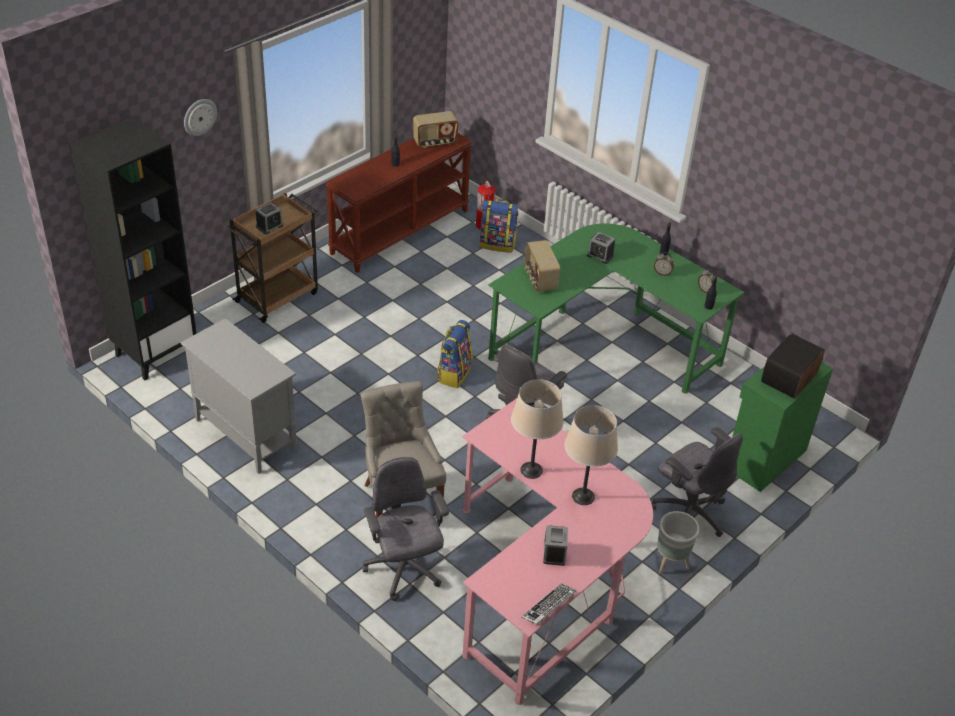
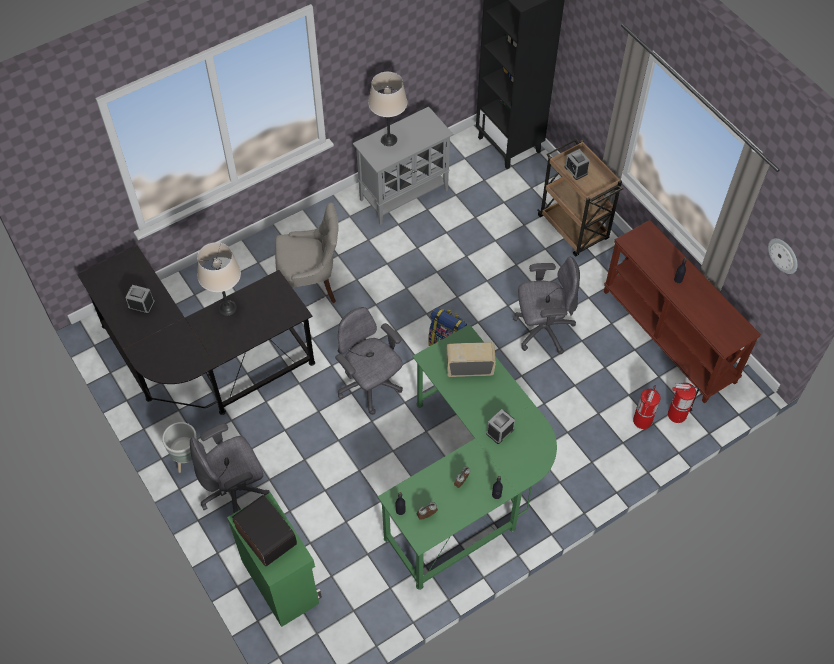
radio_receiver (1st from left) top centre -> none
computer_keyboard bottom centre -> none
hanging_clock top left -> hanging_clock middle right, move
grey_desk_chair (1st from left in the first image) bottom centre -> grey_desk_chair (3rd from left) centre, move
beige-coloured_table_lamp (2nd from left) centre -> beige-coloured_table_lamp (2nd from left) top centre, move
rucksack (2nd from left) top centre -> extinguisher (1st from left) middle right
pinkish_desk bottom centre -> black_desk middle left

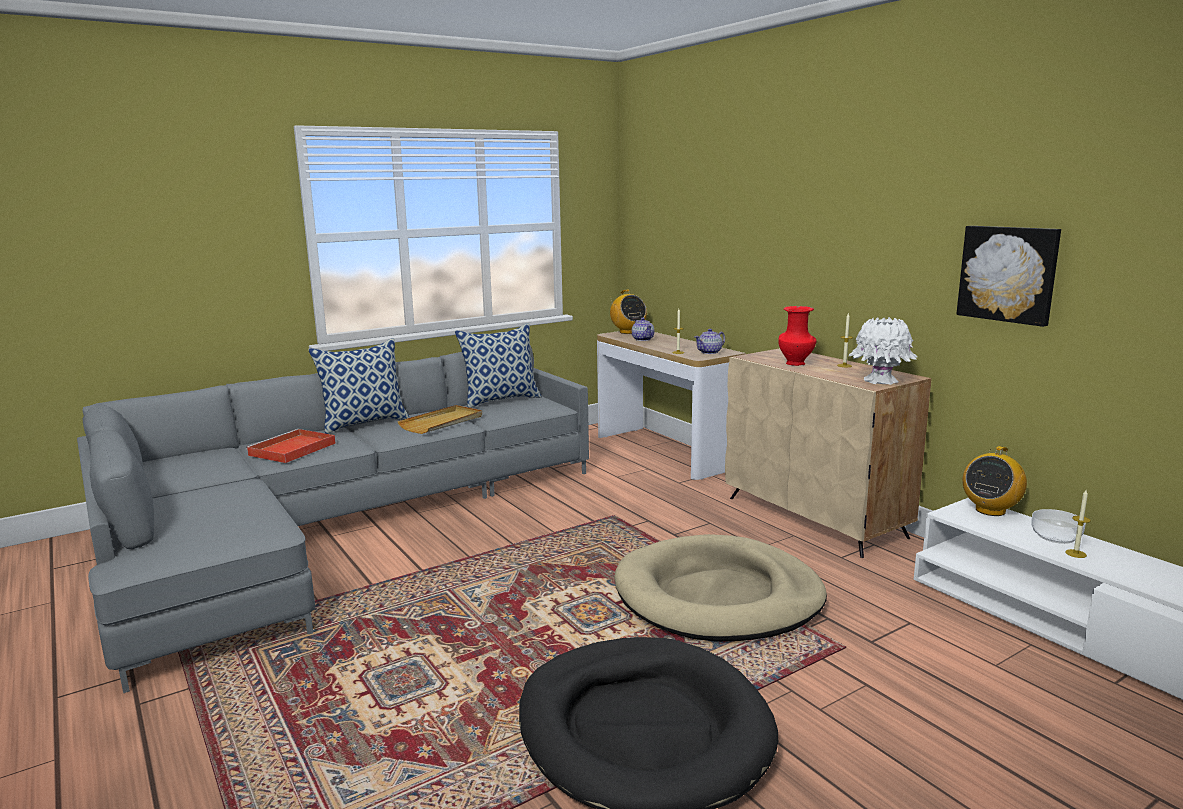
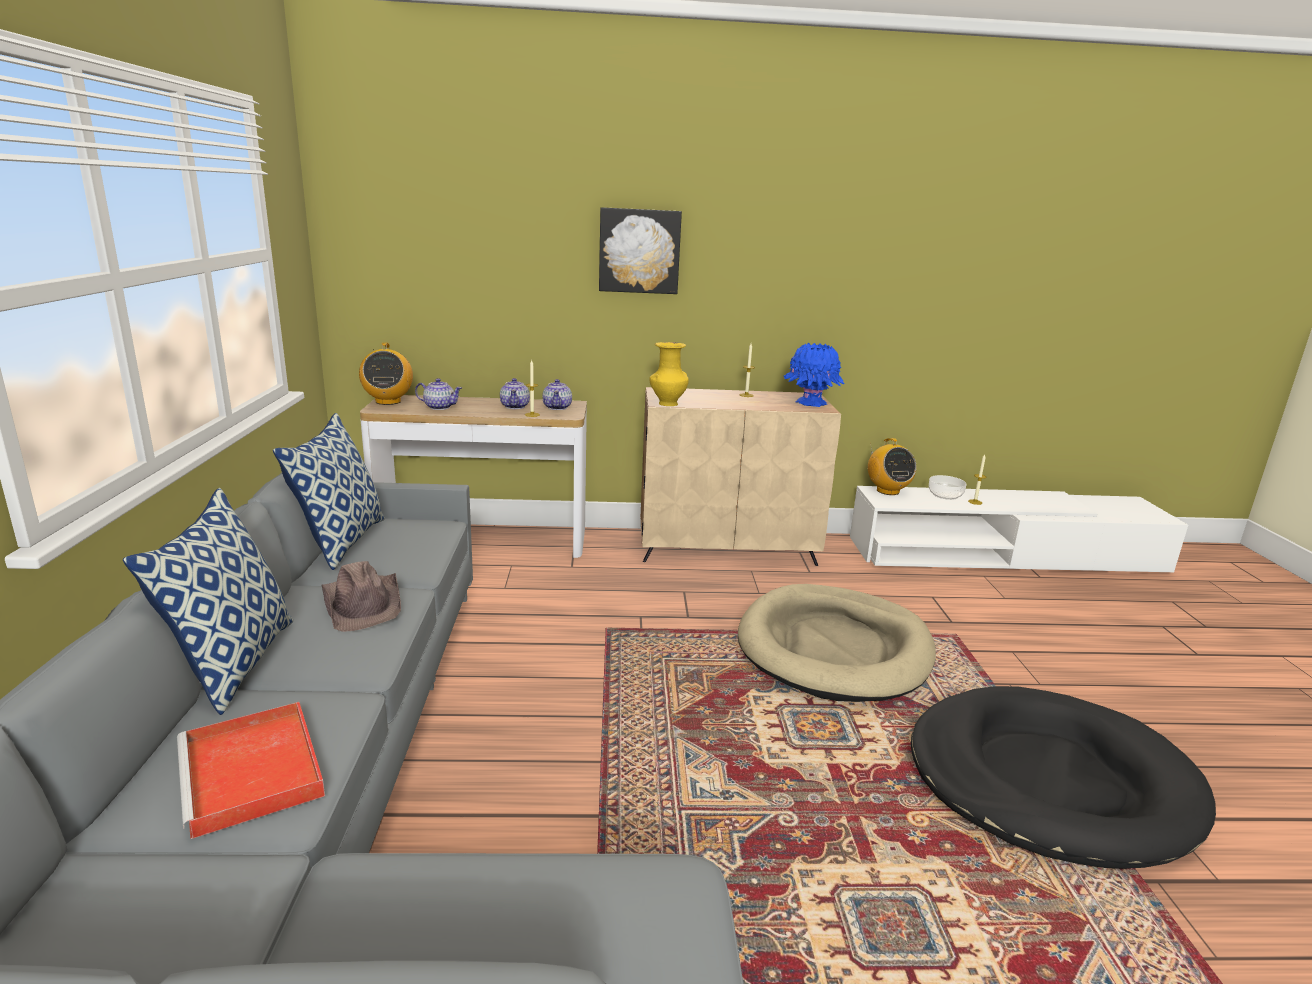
red_flower_vase middle right -> none
none -> pot_for_tea (2nd from left) centre
none -> yellow-coloured_flower_vase centre
wall_picture middle right -> wall_picture top centre, move
beige-coloured_serving_tray centre -> brown_hat middle left
white_flower_vase middle right -> blue_flower_vase centre
radio_receiver (1st from left) centre -> radio_receiver (1st from left) middle left, 75 degrees clockwise

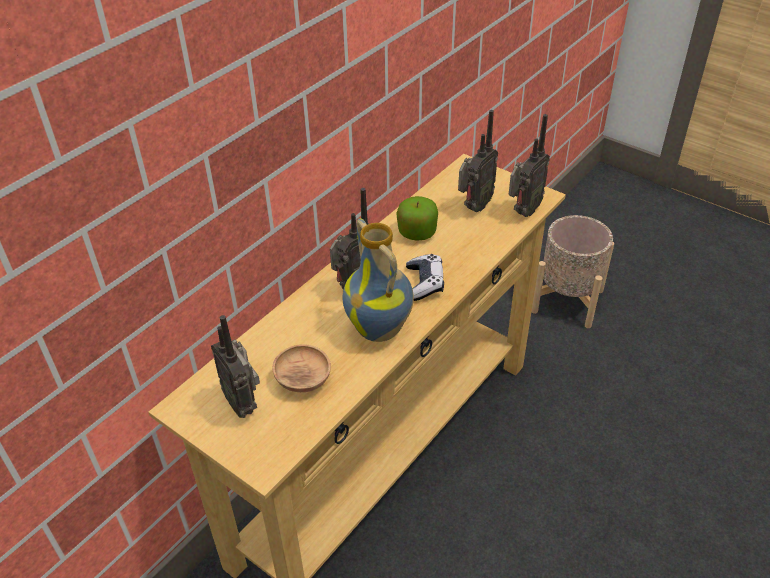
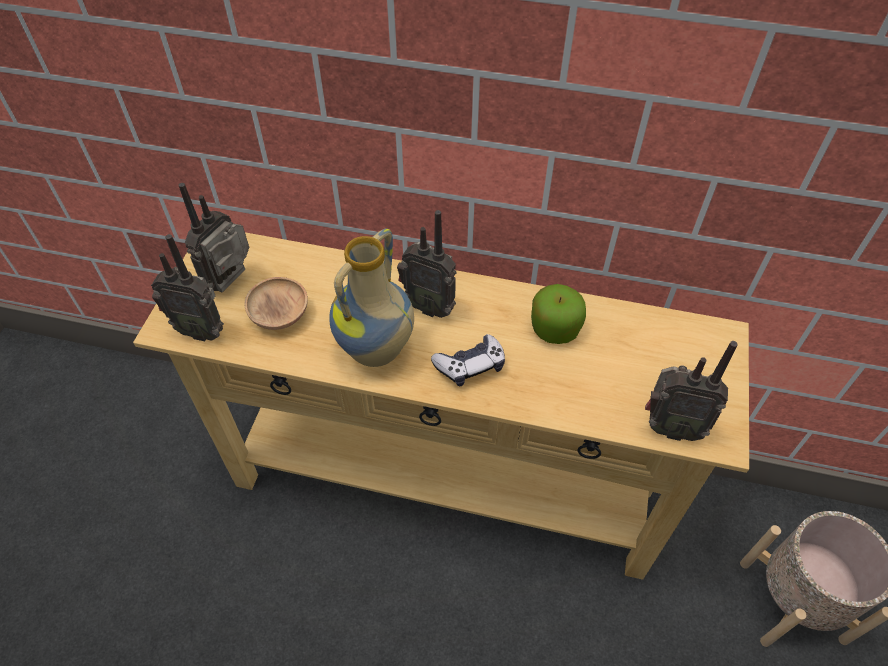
radio_receiver (3rd from left in the first image) top centre -> radio_receiver (1st from left) middle left, move

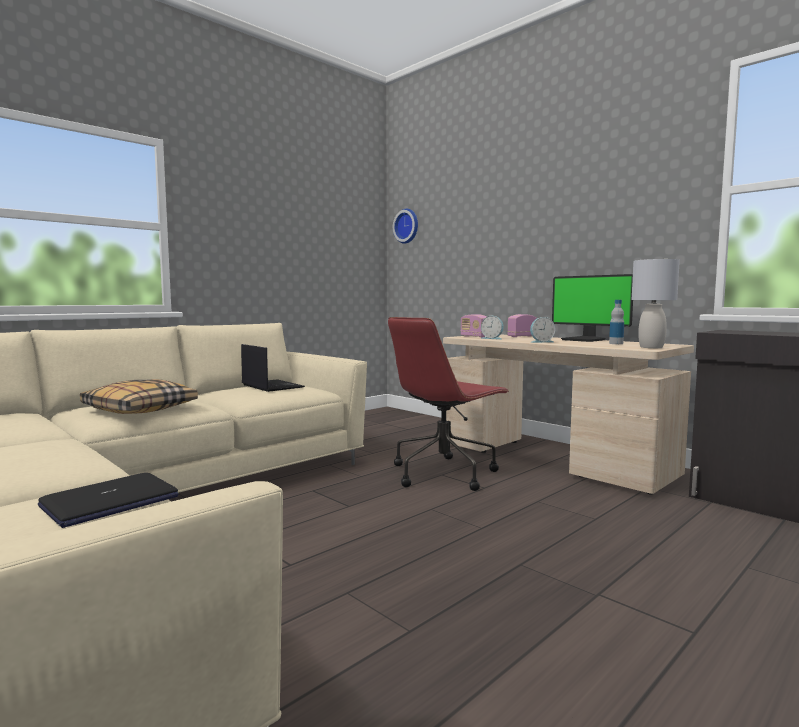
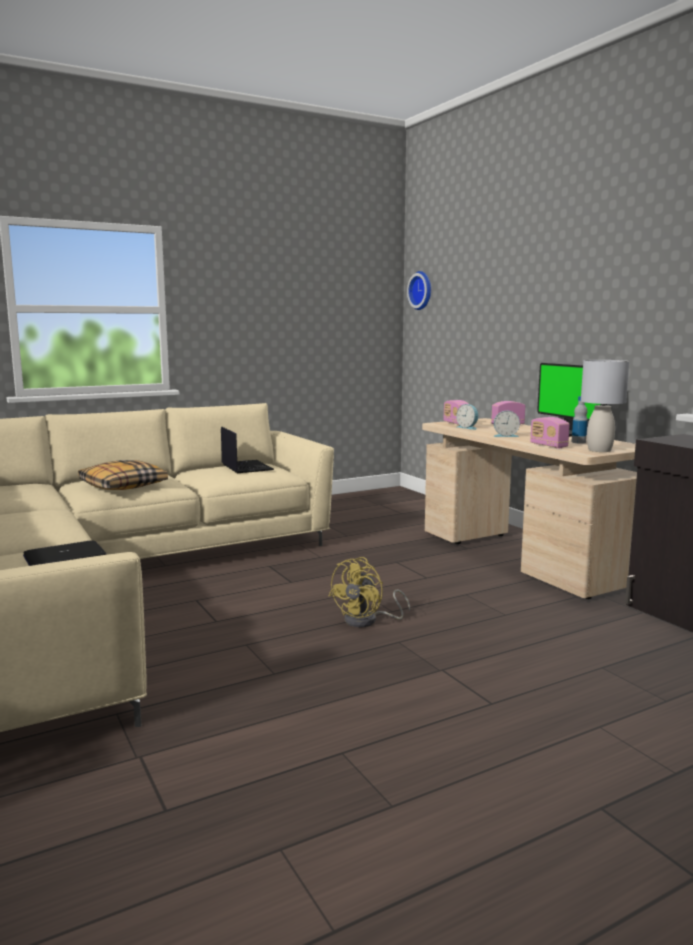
red_desk_chair centre -> none
none -> yellow-coloured_cooling_fan centre
none -> radio_receiver (3rd from left) middle right

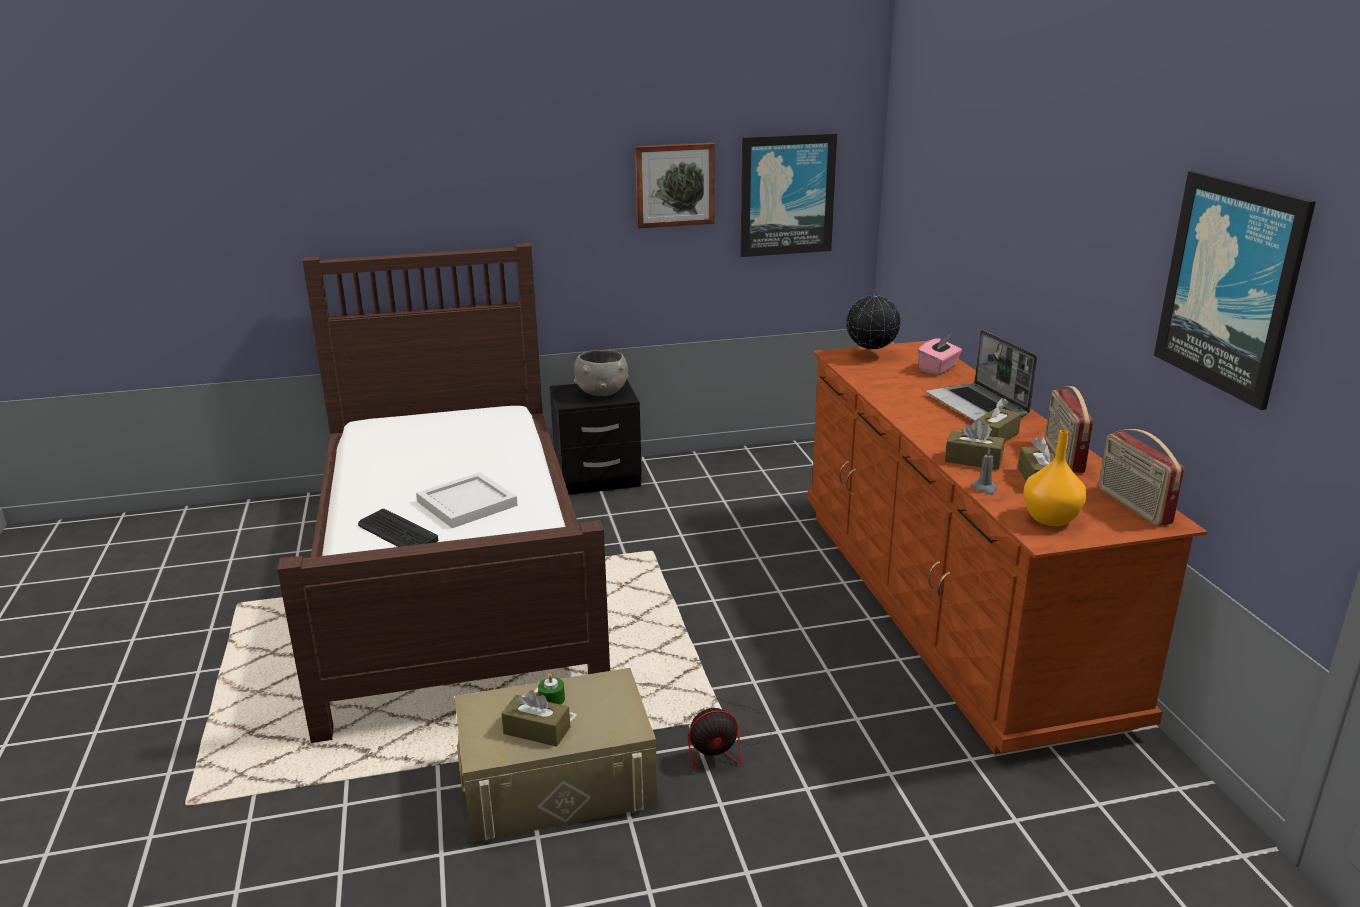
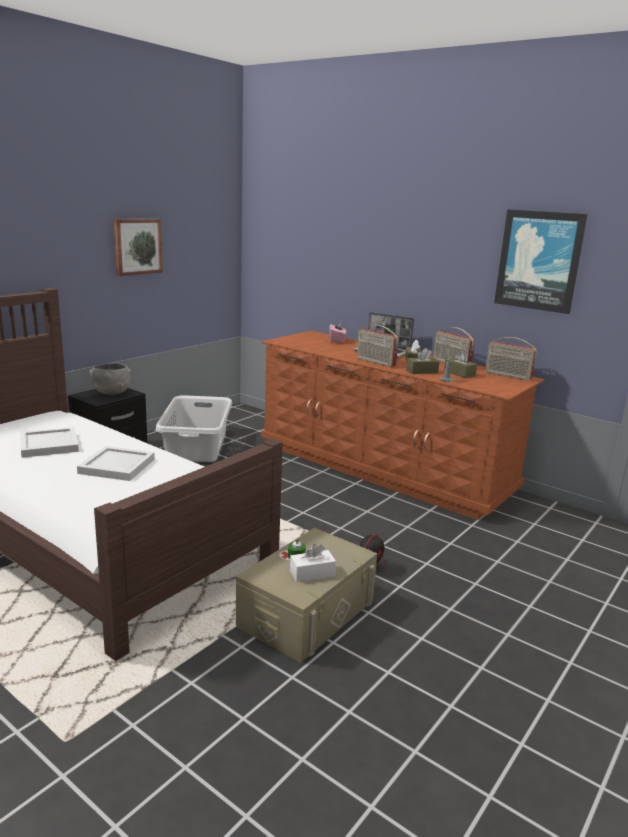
computer_keyboard middle left -> none
wall_picture (2nd from left) top centre -> none
globe centre -> none
orange_flower_vase middle right -> none
none -> white_serving_tray (1st from left) middle left
none -> grey_washing_basket middle left
none -> radio_receiver (1st from left) centre
brown_box_of_tissues (1st from left) bottom centre -> white_box_of_tissues bottom centre

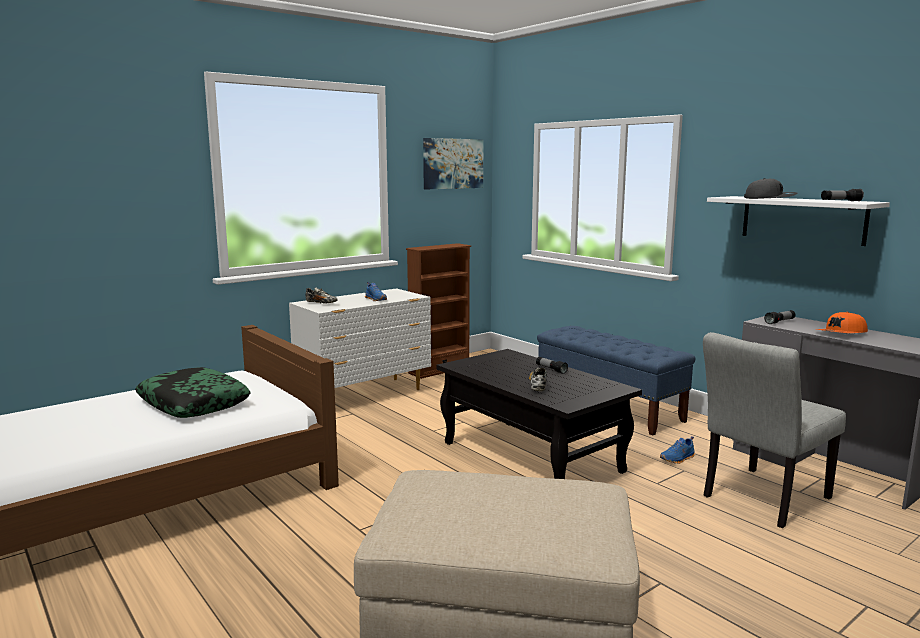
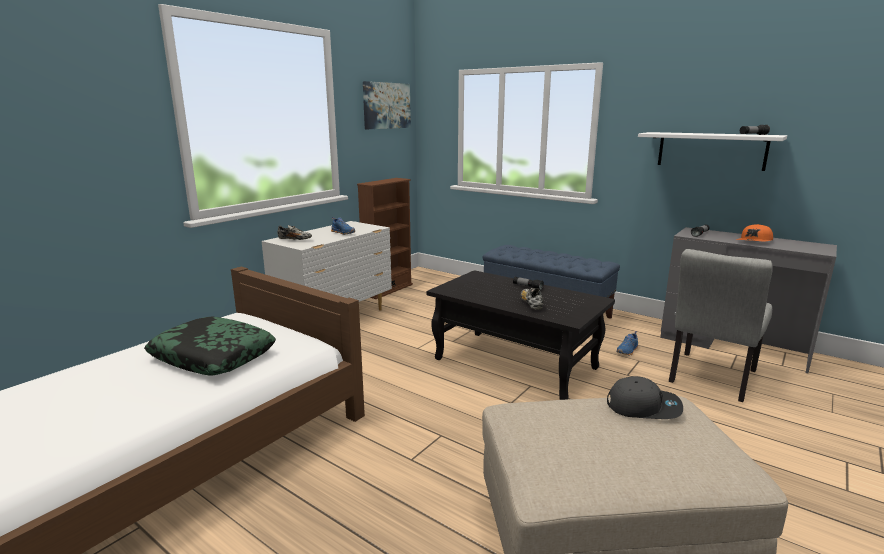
grey_cap top right -> grey_cap bottom right, move

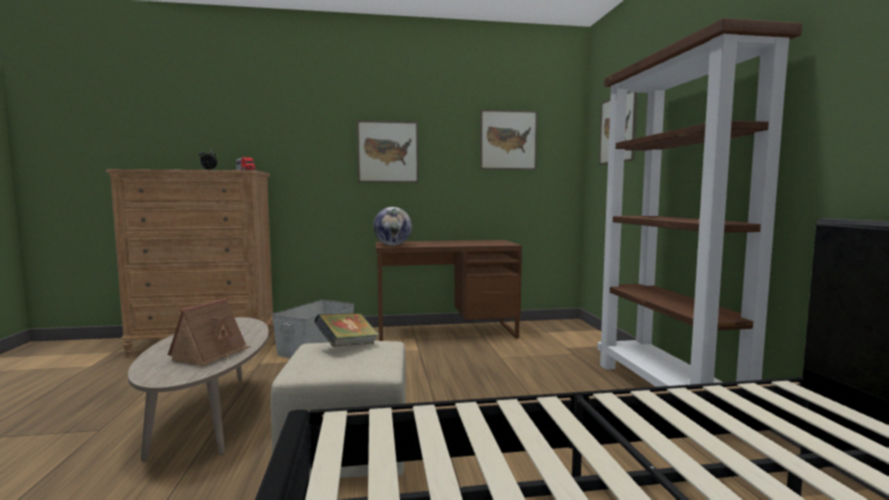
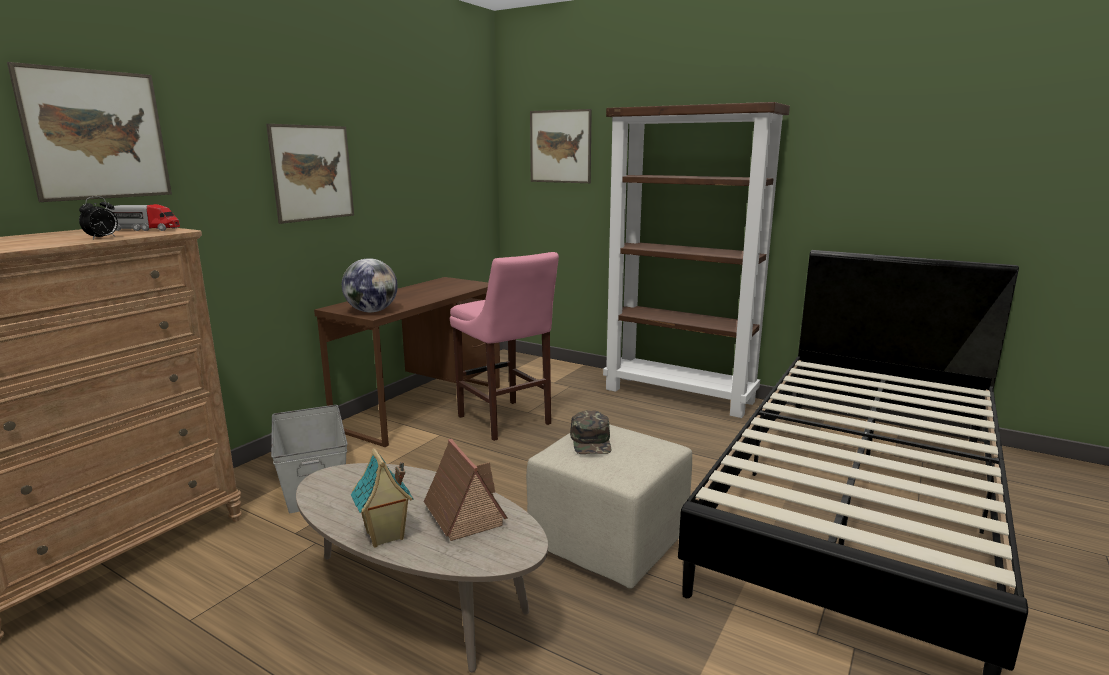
none -> miniature_house (1st from left) bottom centre
none -> pinkish_stool centre
wall_picture (2nd from left in the first image) top centre -> wall_picture (1st from left) top left, move
bound_book centre -> greenish_cap centre

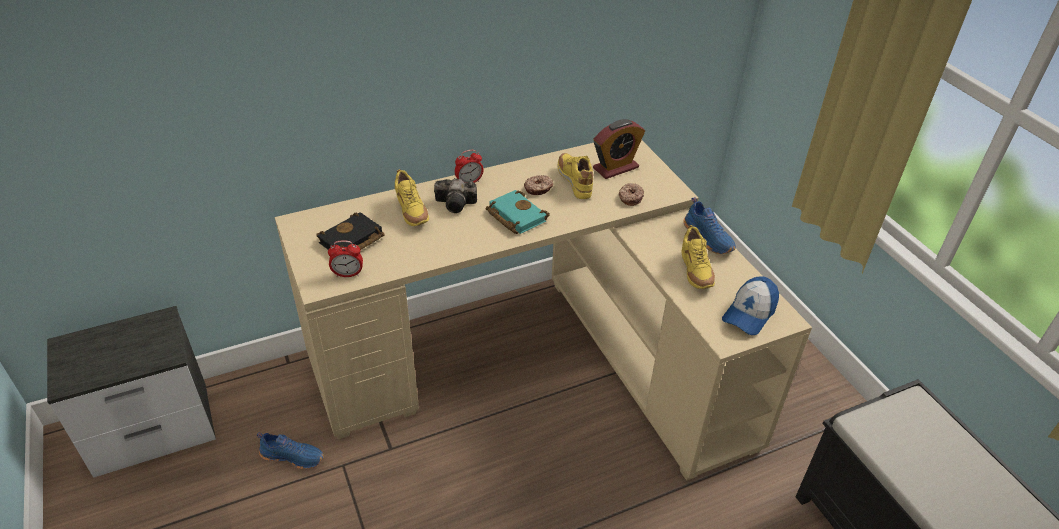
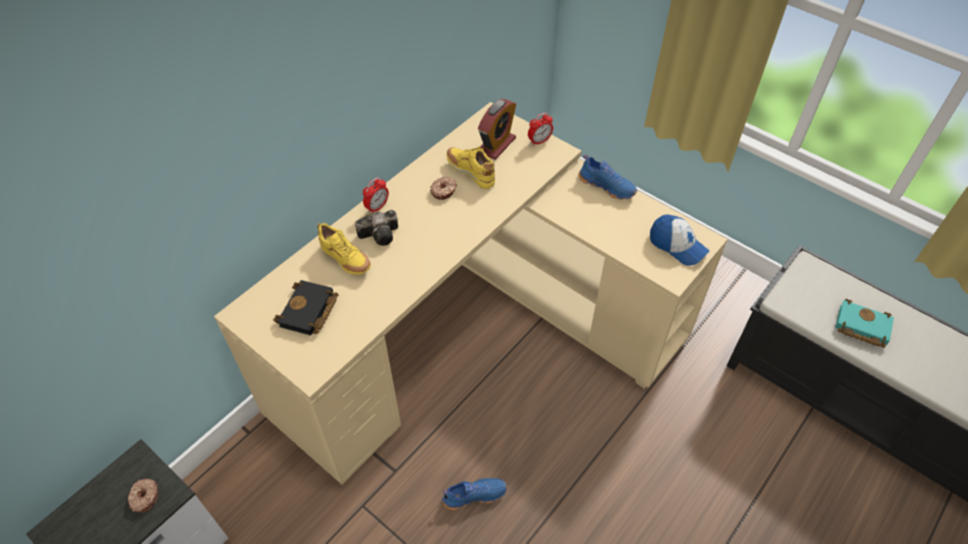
yellow-coloured_item_of_footwear (3rd from left) centre -> none
blue_item_of_footwear (1st from left) bottom left -> blue_item_of_footwear (1st from left) bottom centre, move
alarm_clock (1st from left in the first image) middle left -> alarm_clock (3rd from left) top centre, move
turquoise-coloured_bound_book centre -> turquoise-coloured_bound_book middle right, move
donut (2nd from left in the first image) centre -> donut (1st from left) bottom left, move
cap middle right, 60 degrees counterclockwise

